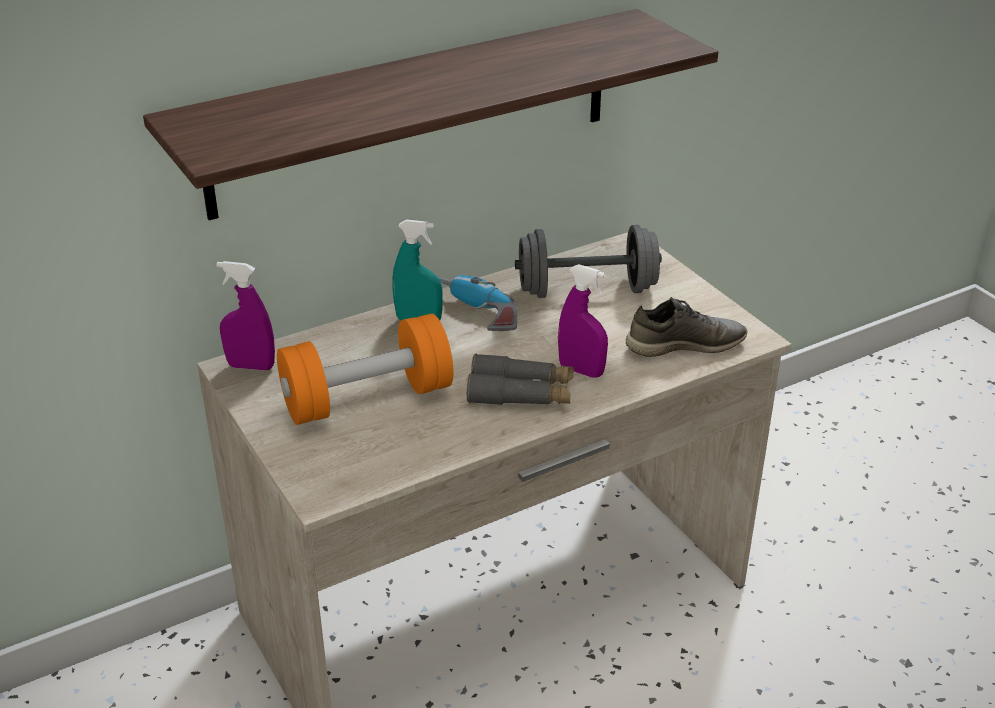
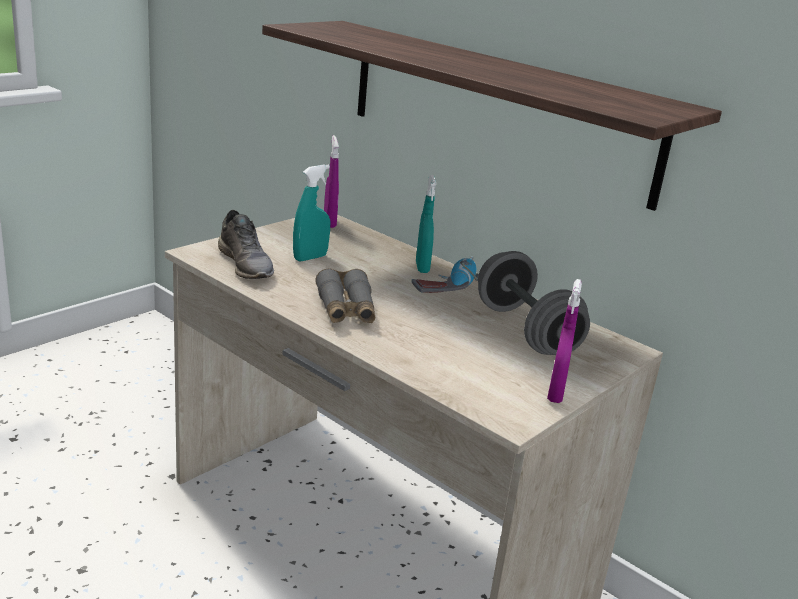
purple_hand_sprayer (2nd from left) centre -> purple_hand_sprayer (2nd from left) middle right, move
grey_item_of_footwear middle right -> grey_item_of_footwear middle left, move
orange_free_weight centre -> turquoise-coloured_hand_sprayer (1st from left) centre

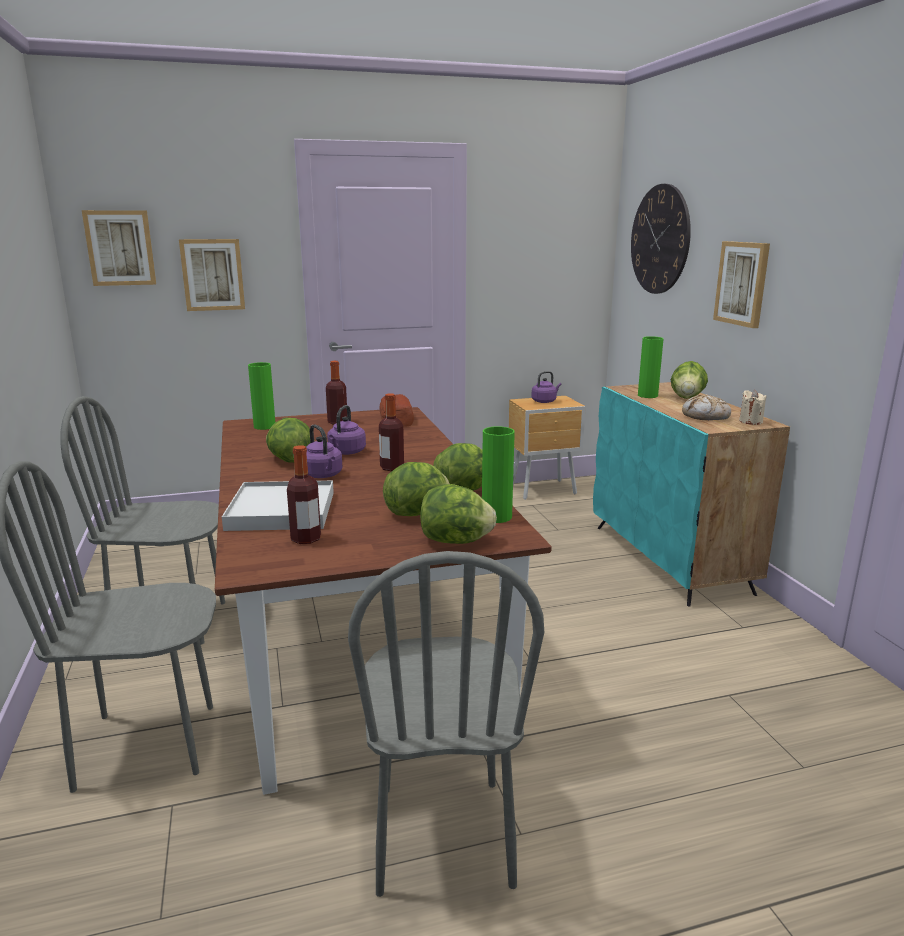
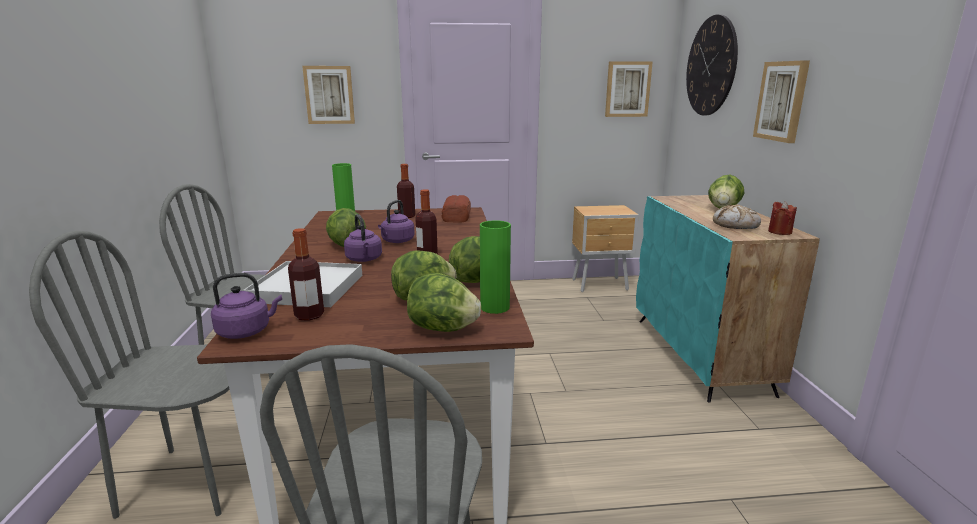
greenish_flower_vase (3rd from left) middle right -> none
wall_picture (1st from left in the first image) top left -> wall_picture (2nd from left) top centre, move
purple_water_kettle (3rd from left in the first image) centre -> purple_water_kettle (1st from left) middle left, move
beige-coloured_wax_light middle right -> red_wax_light middle right

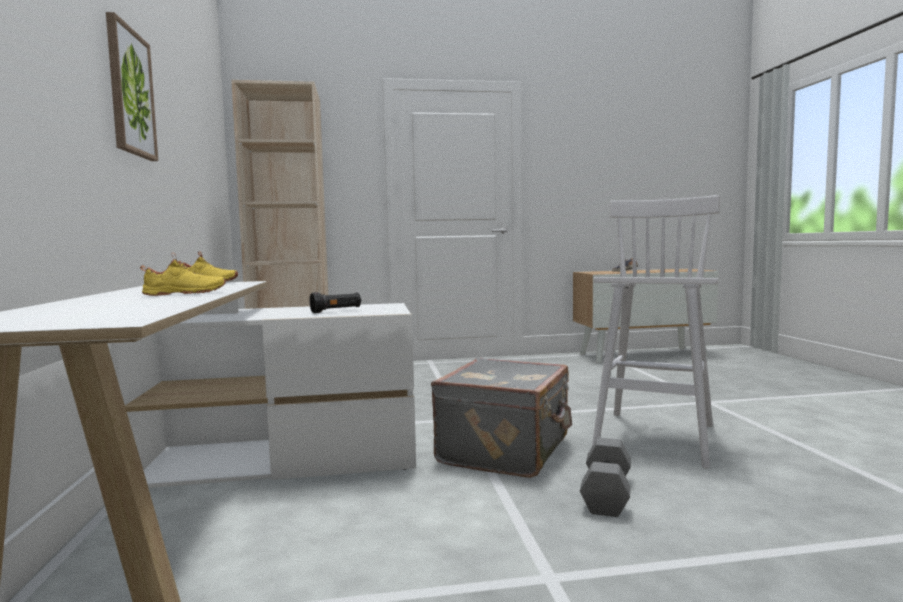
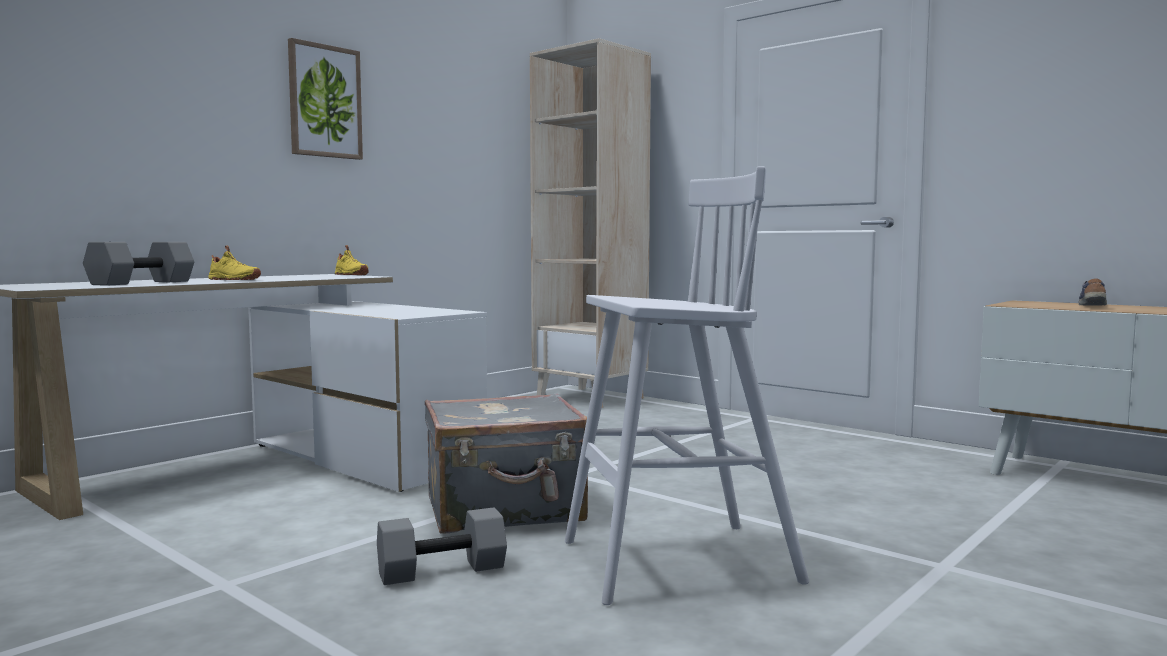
black_hand_torch centre -> none
none -> grey_free_weight (1st from left) middle left

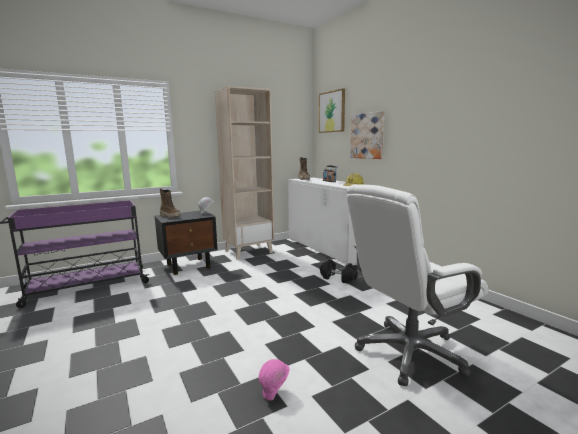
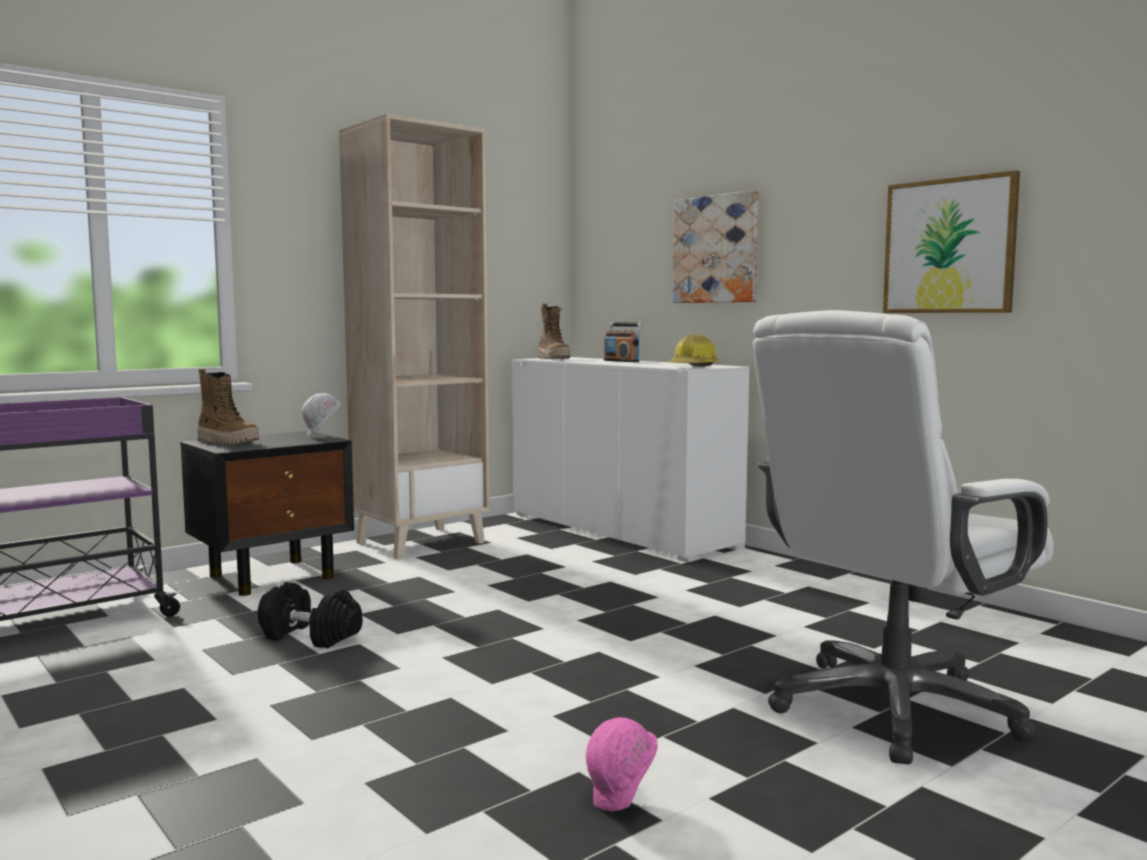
wall_picture (1st from left in the first image) top centre -> wall_picture (2nd from left) top right, move
black_free_weight centre -> black_free_weight bottom left, move

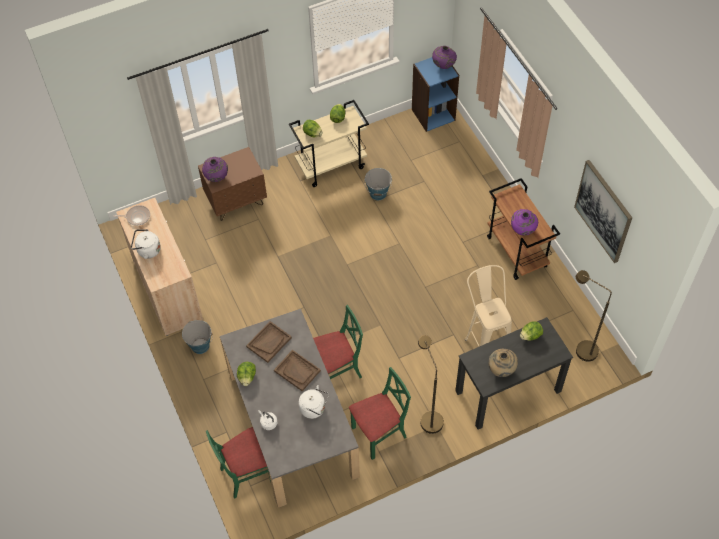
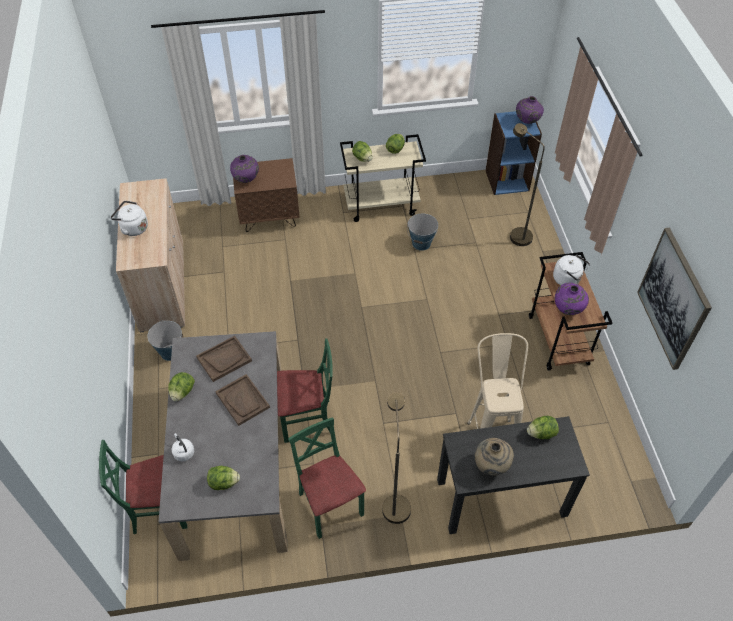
pan middle left -> none
none -> lettuce (2nd from left) bottom left
white_water_kettle (3rd from left) bottom centre -> white_water_kettle (3rd from left) middle right, move
brown_standing_lamp (2nd from left) middle right -> brown_standing_lamp (2nd from left) top right, move
greenish_plain_chair (3rd from left) bottom centre, 105 degrees counterclockwise

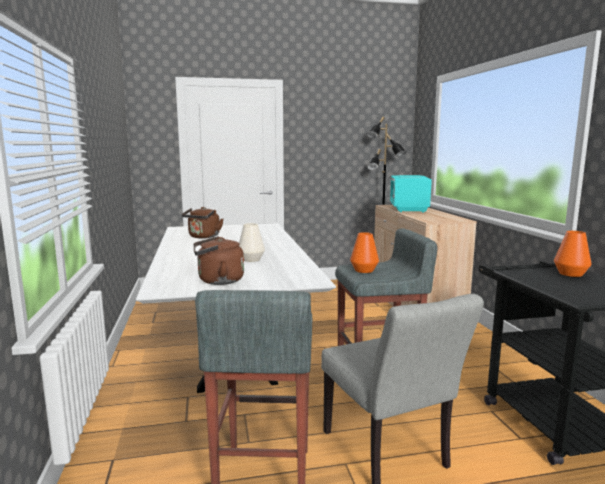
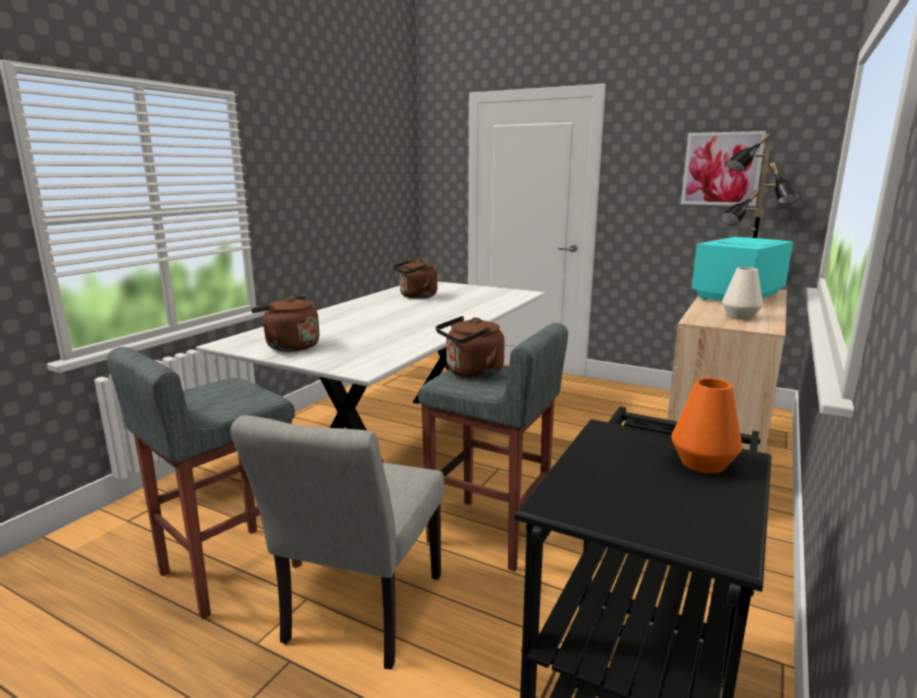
none -> wall_picture top right
white_flower_vase centre -> white_flower_vase middle right, move
orange_flower_vase (1st from left) centre -> brown_water_kettle (3rd from left) centre

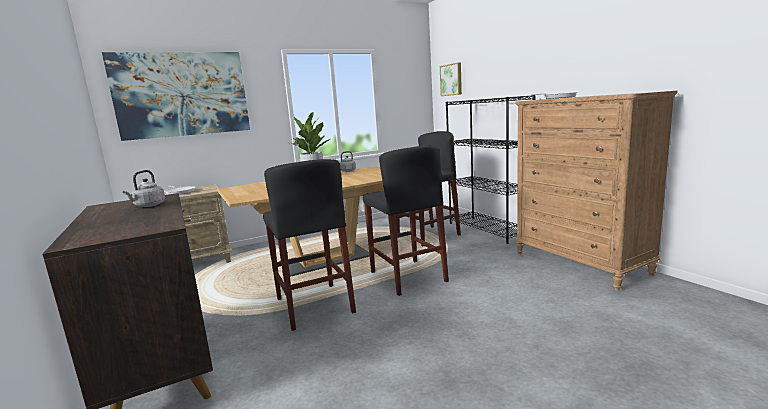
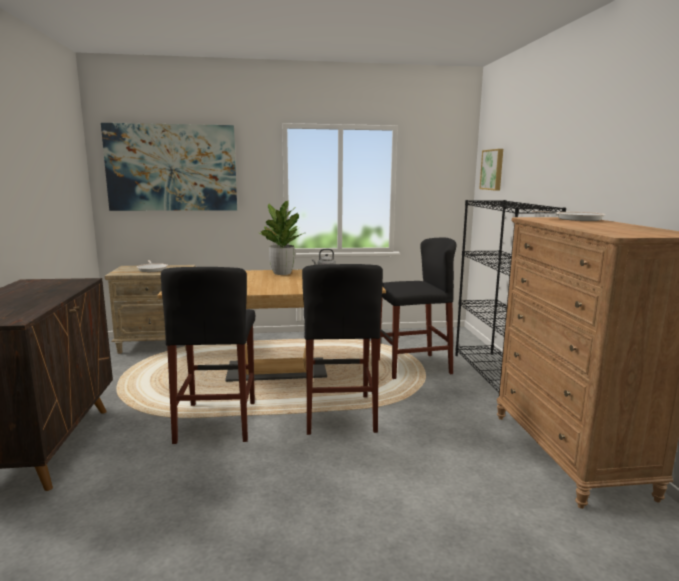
grey_water_kettle (1st from left) middle left -> none

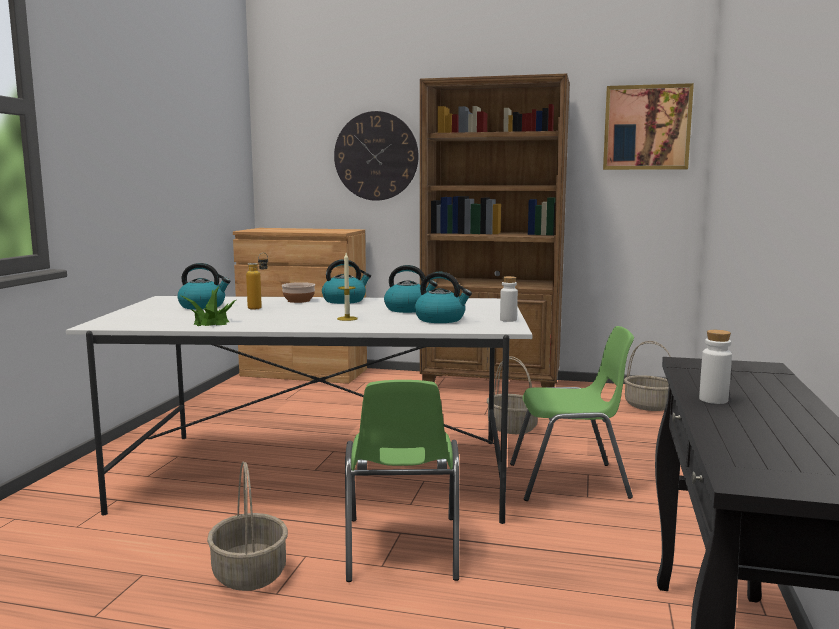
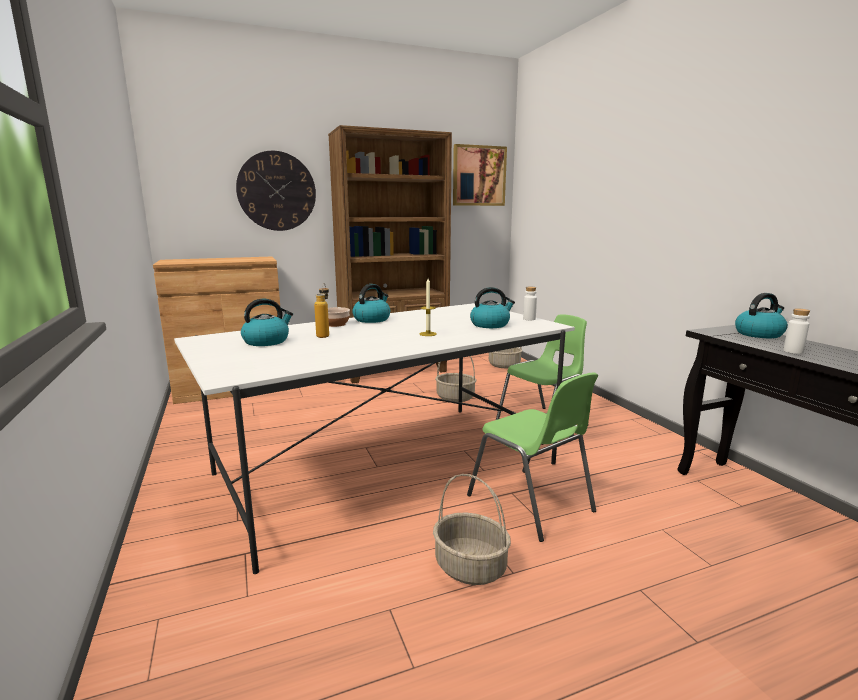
plant_in_a_pot middle left -> none
water_kettle (3rd from left in the first image) centre -> water_kettle (4th from left) middle right, move

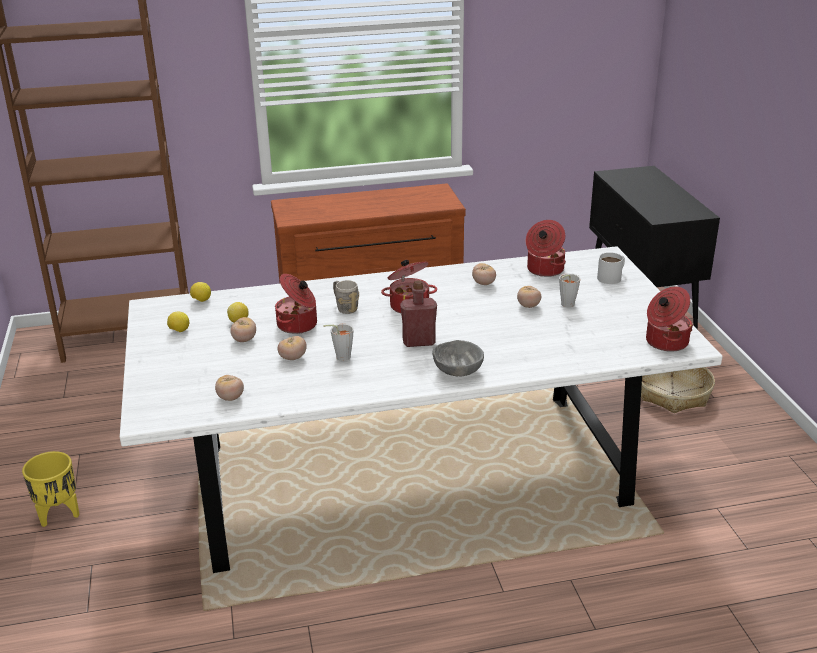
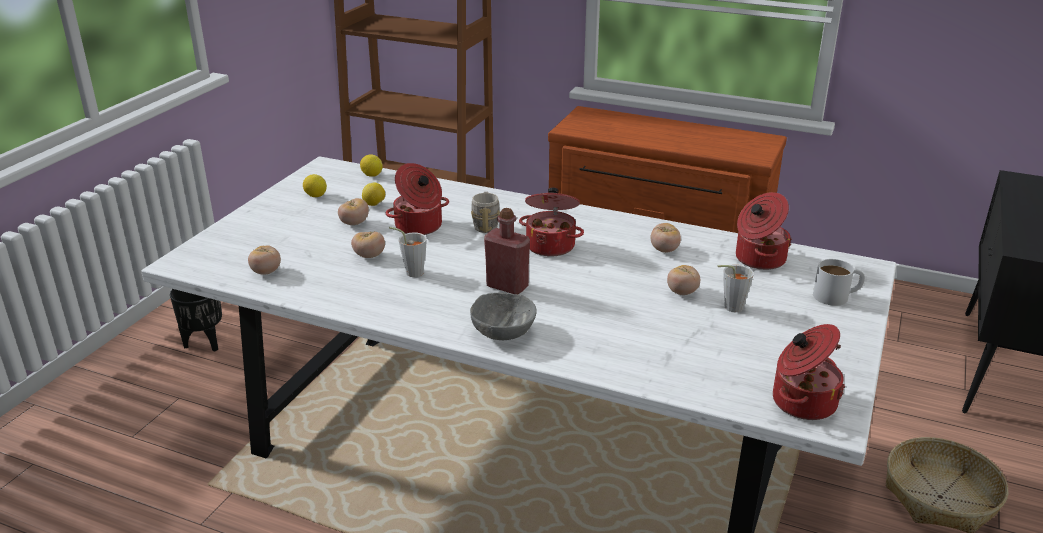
yellow-coloured_planter bottom left -> black_planter middle left

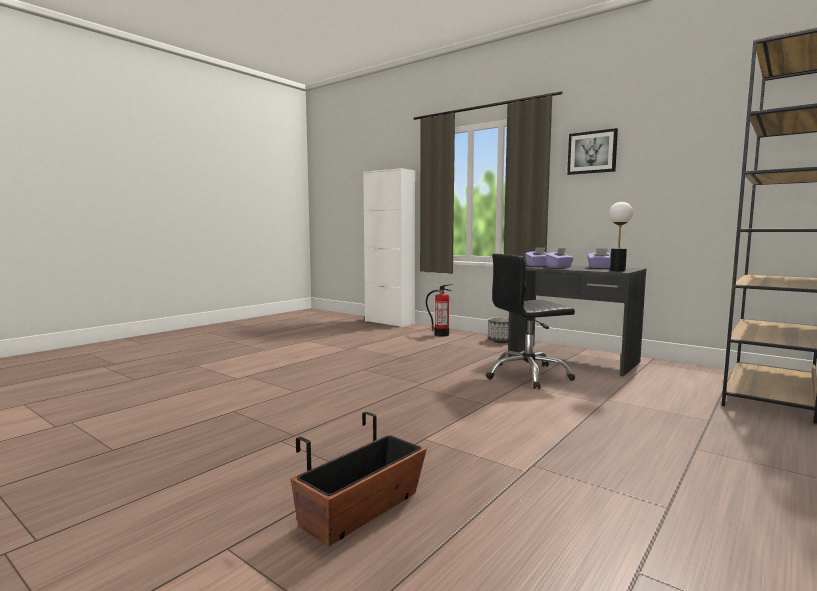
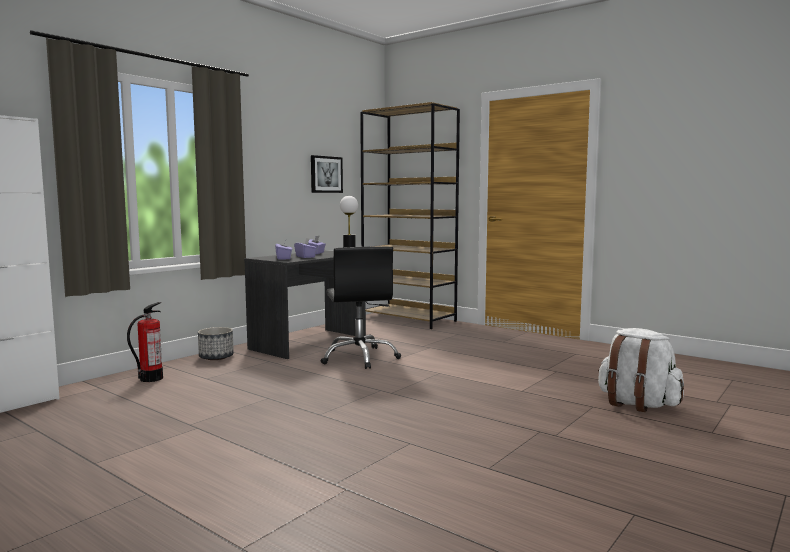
wall_picture top right -> wall_picture top centre, move
planter (1st from left) bottom centre -> white_rucksack bottom right

